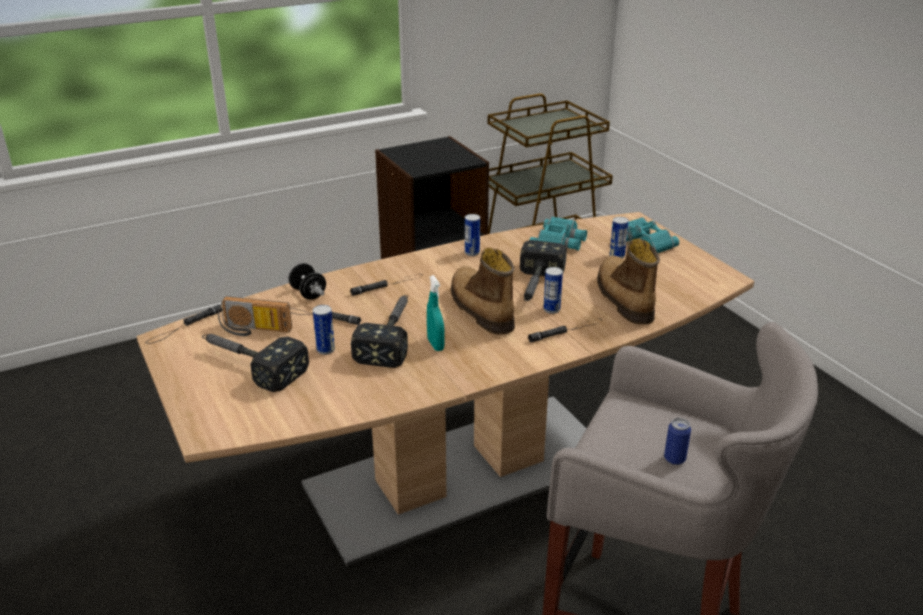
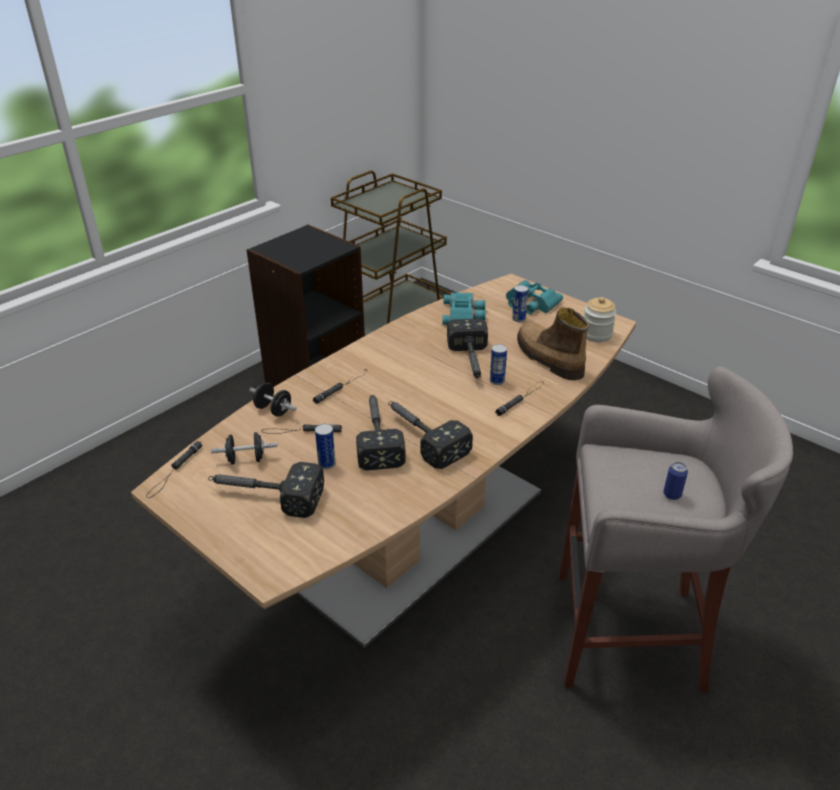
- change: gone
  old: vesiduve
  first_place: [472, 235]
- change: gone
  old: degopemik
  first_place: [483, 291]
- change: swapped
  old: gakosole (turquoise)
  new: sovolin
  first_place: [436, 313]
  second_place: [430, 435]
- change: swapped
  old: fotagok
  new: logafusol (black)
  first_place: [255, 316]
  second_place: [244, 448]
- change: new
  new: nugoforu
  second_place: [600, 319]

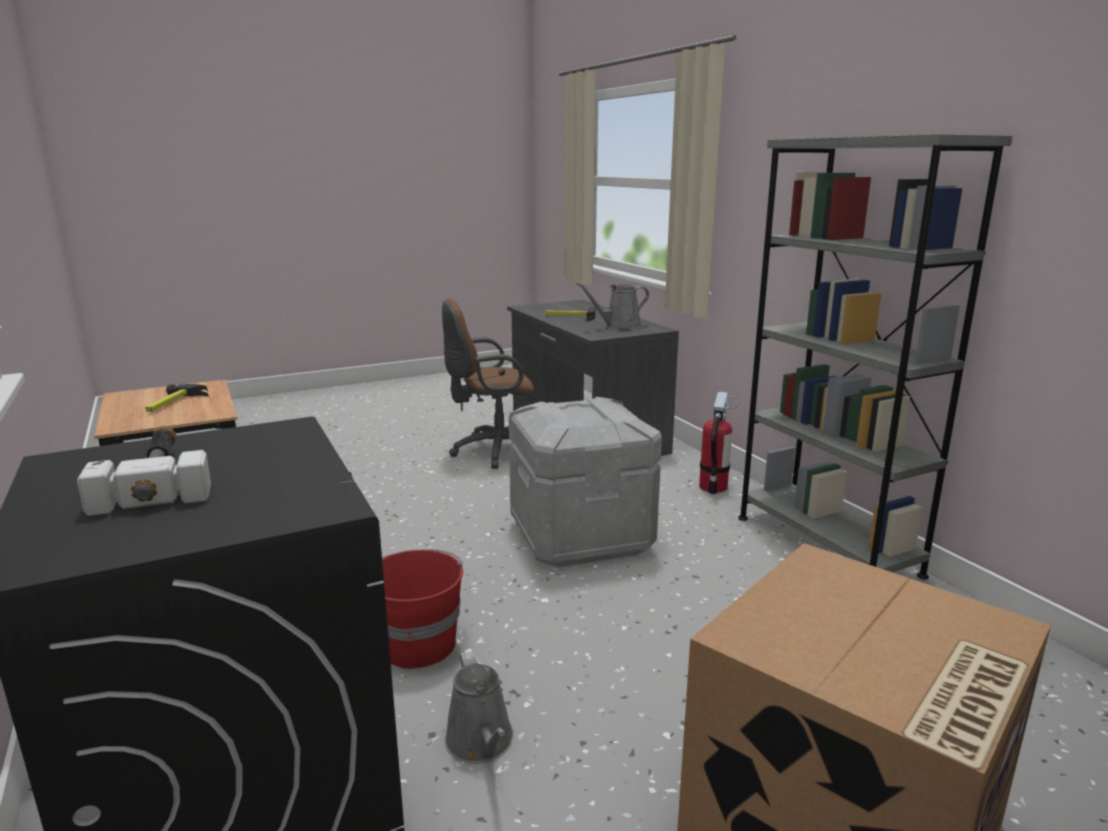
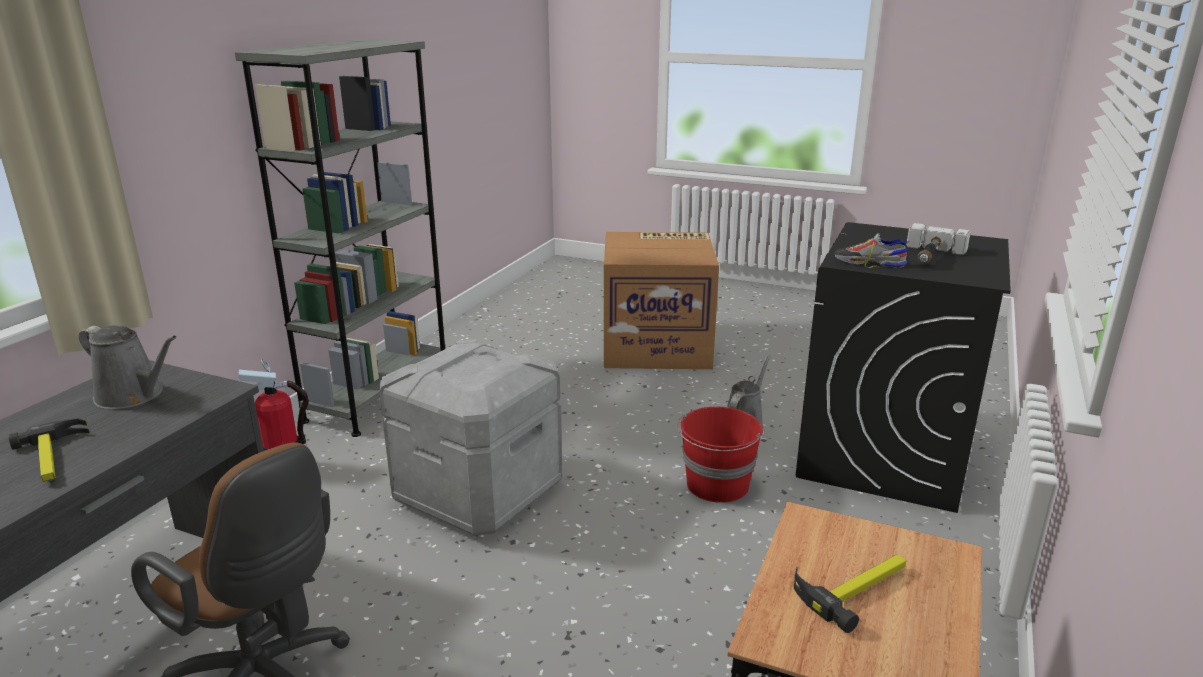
- change: new
  new: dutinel
  second_place: [872, 250]

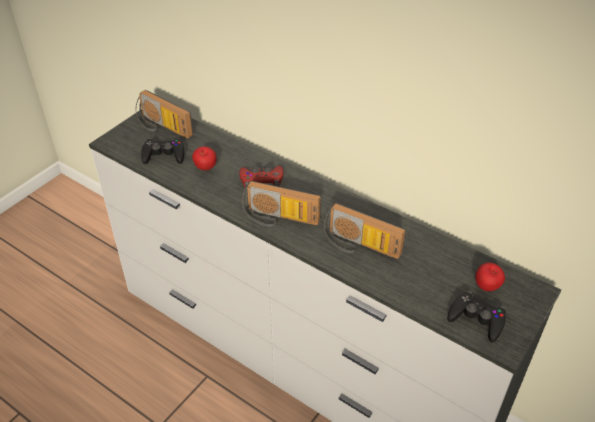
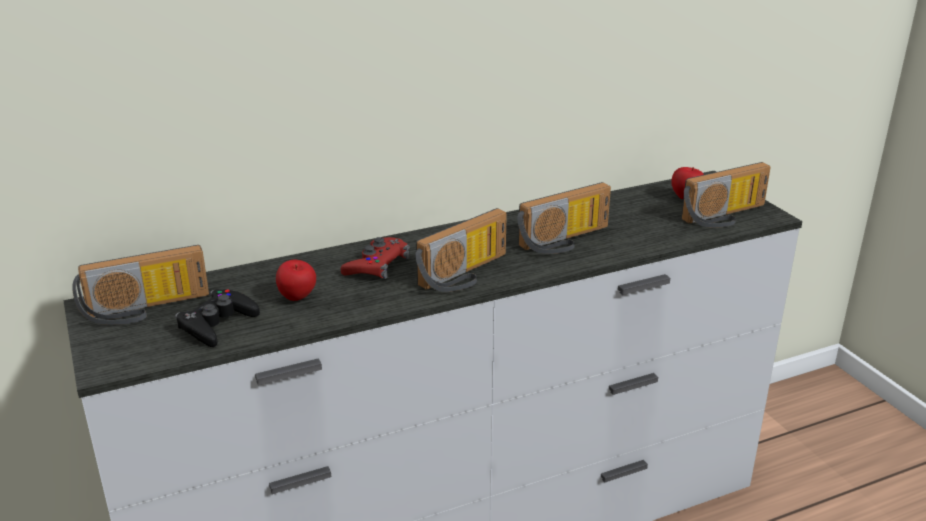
- change: swapped
  old: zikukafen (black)
  new: fotagok
  first_place: [476, 317]
  second_place: [726, 195]

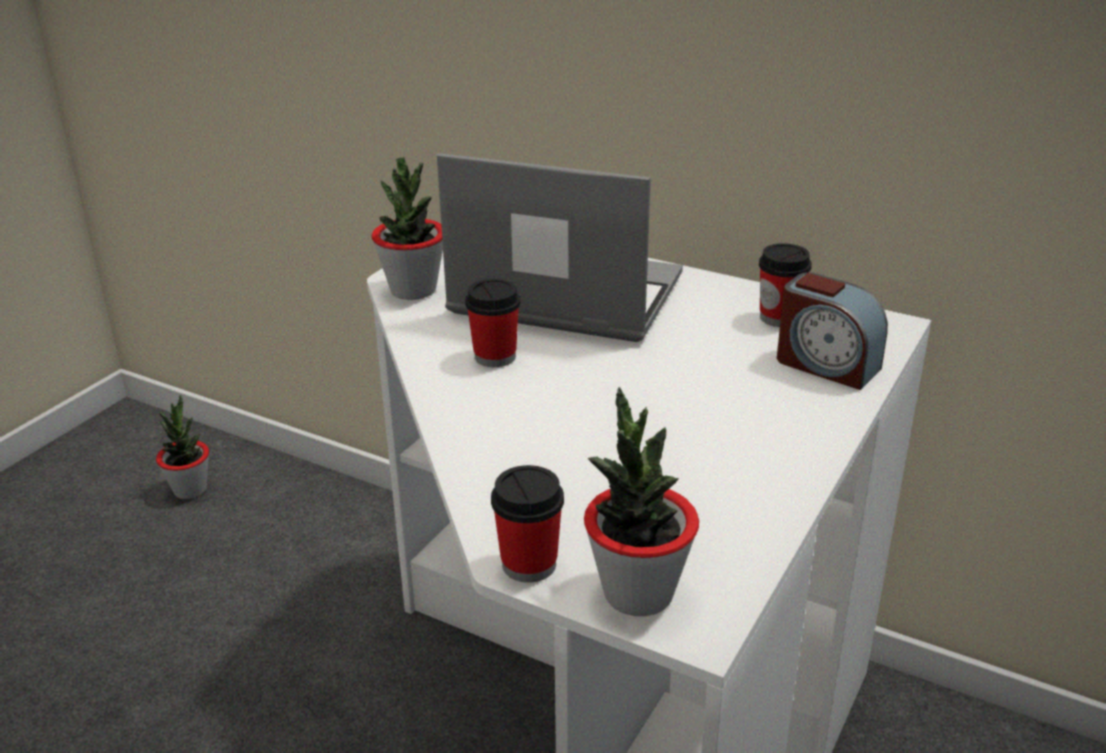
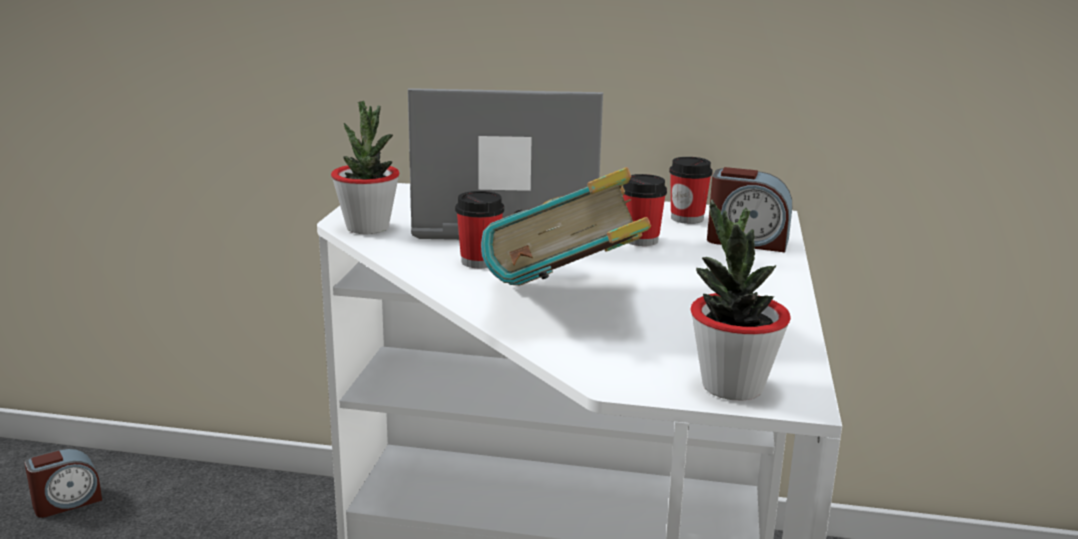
- change: swapped
  old: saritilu
  new: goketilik
  first_place: [182, 447]
  second_place: [63, 483]
- change: shifted
  old: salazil
  first_place: [527, 524]
  second_place: [645, 210]
- change: new
  new: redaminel
  second_place: [566, 226]

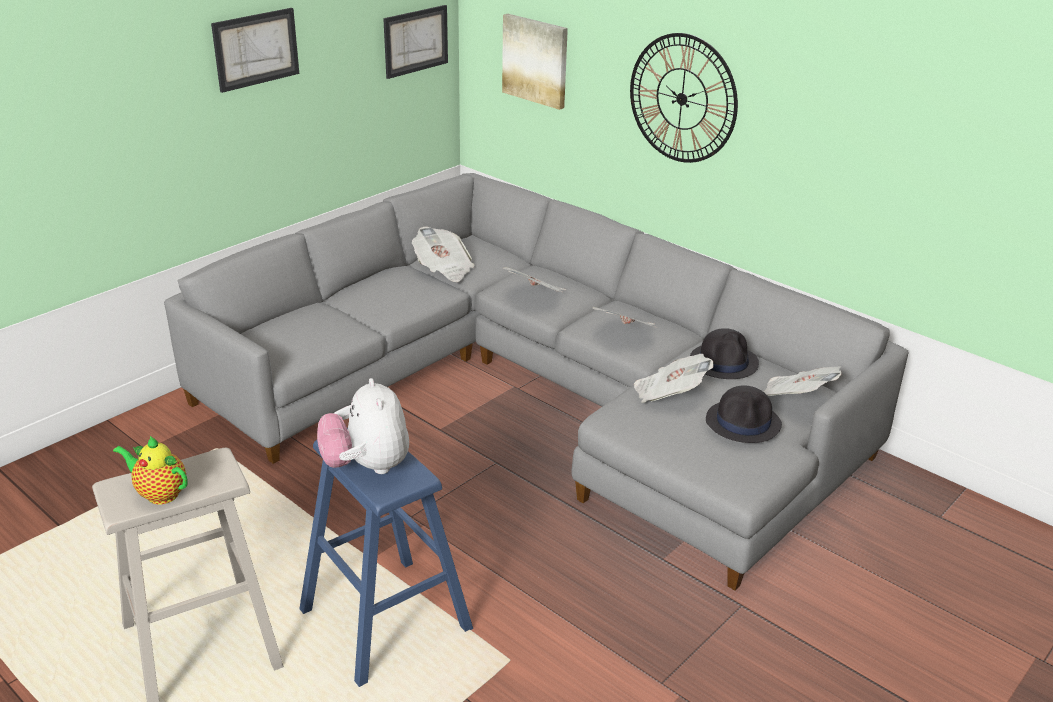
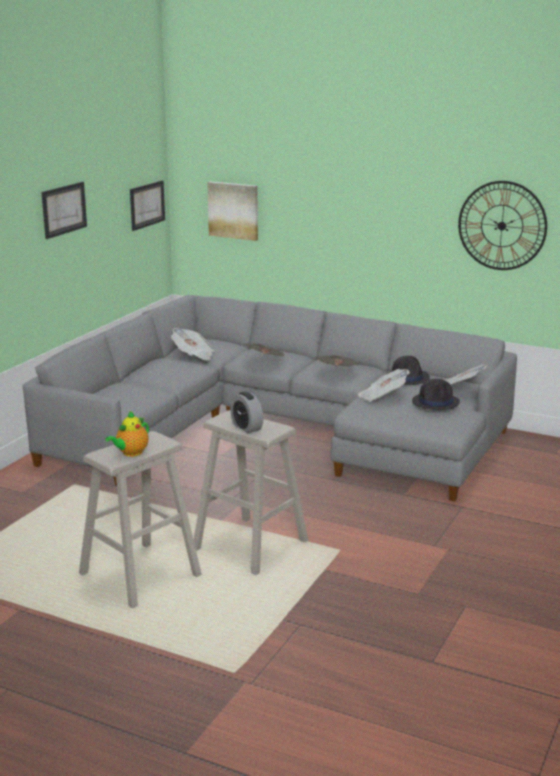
- change: shifted
  old: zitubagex
  first_place: [684, 98]
  second_place: [502, 225]
- change: swapped
  old: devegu
  new: goketilik
  first_place: [363, 426]
  second_place: [246, 412]
- change: repainted
  old: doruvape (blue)
  new: doruvape (beige)
  first_place: [386, 557]
  second_place: [251, 492]
- change: rotated
  old: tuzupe
  first_place: [150, 470]
  second_place: [127, 434]
  degrees: -60

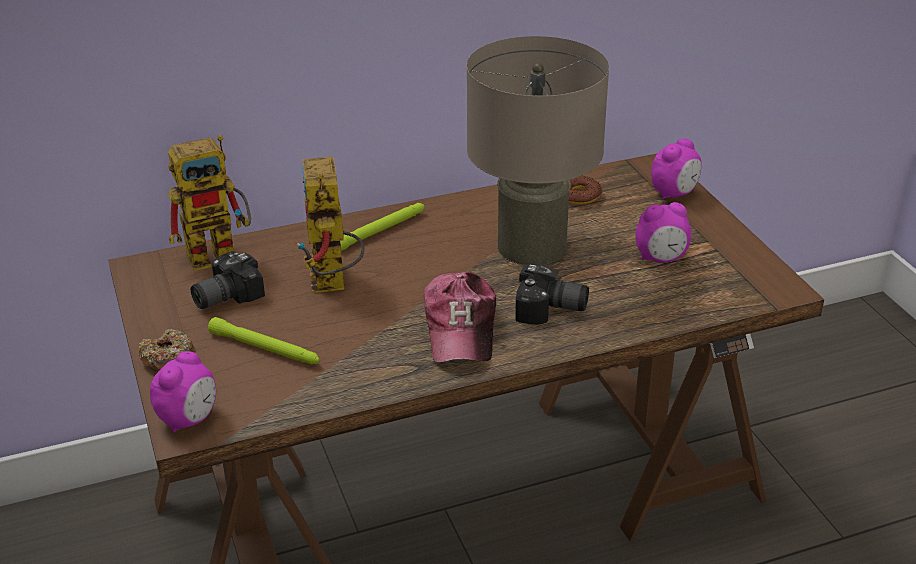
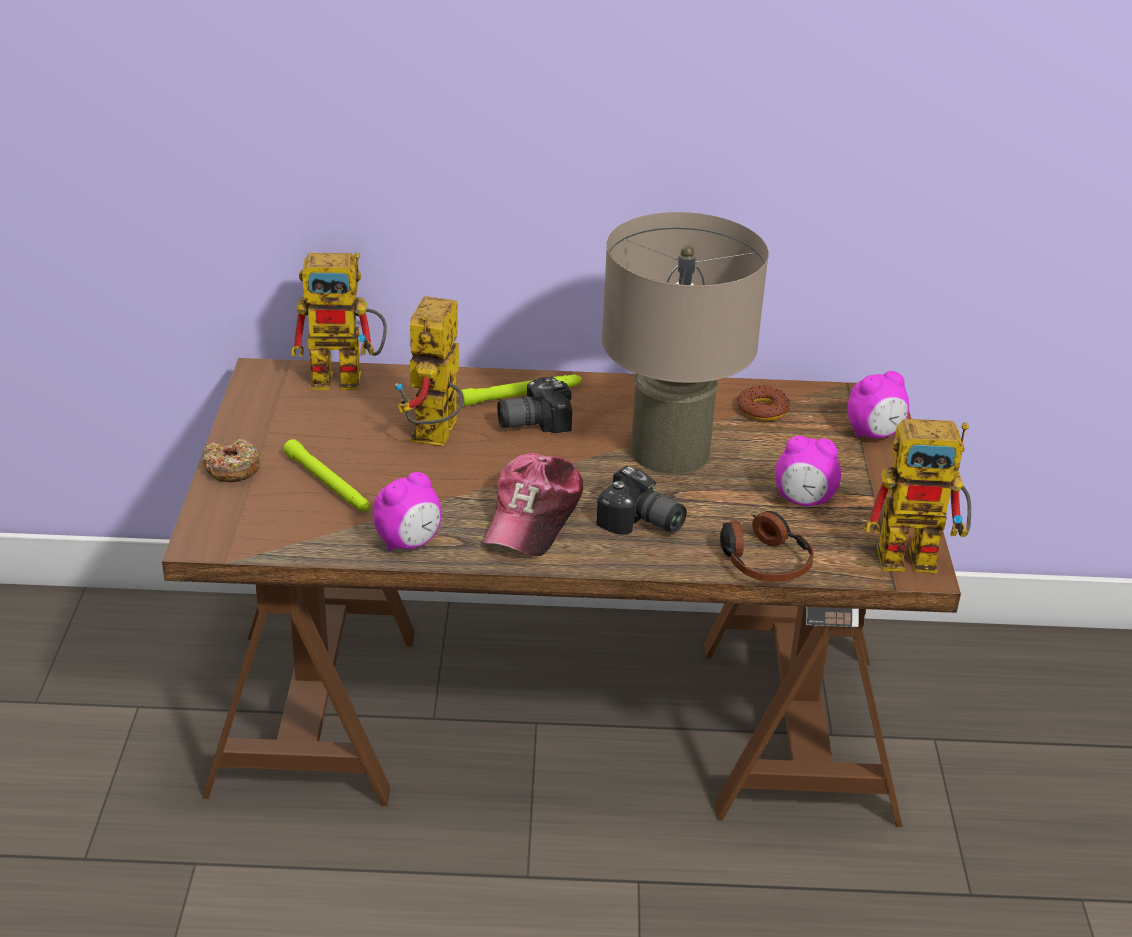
- change: shifted
  old: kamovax
  first_place: [228, 280]
  second_place: [534, 405]
- change: shifted
  old: goketilik
  first_place: [183, 392]
  second_place: [408, 511]
- change: new
  new: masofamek
  second_place: [917, 496]
- change: new
  new: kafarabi
  second_place: [767, 546]

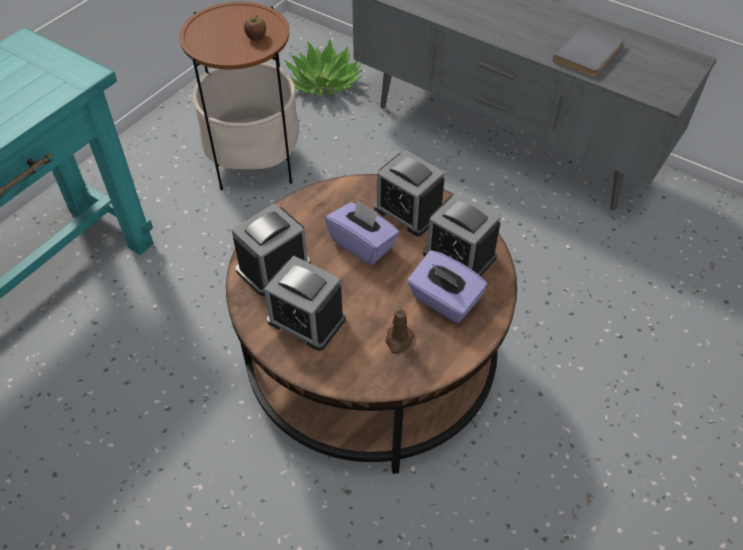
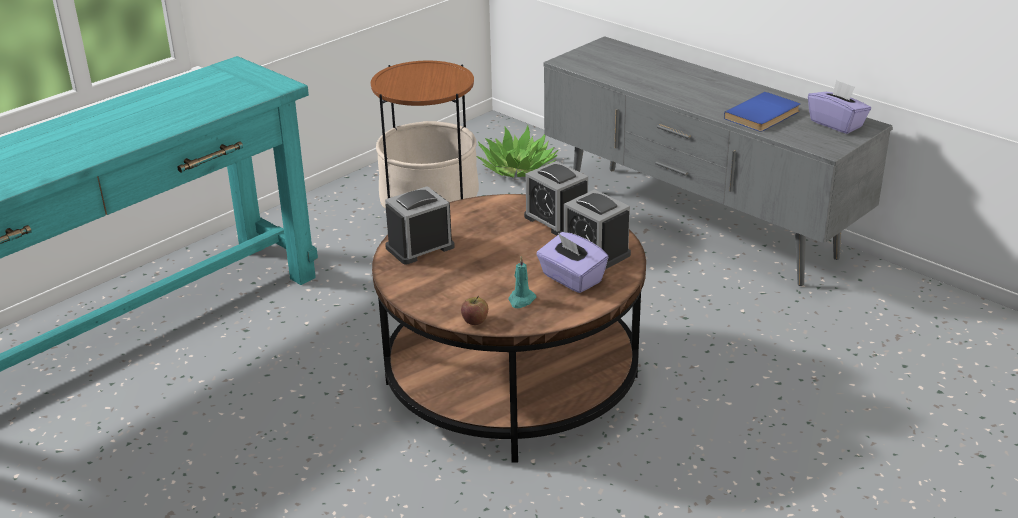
- change: shifted
  old: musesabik
  first_place: [255, 28]
  second_place: [474, 310]
- change: repainted
  old: redaminel (grey)
  new: redaminel (blue)
  first_place: [589, 50]
  second_place: [762, 112]
- change: shifted
  old: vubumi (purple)
  first_place: [362, 232]
  second_place: [839, 107]
- change: gone
  old: goketilik
  first_place: [305, 303]
- change: repainted
  old: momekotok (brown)
  new: momekotok (turquoise)
  first_place: [400, 330]
  second_place: [522, 282]

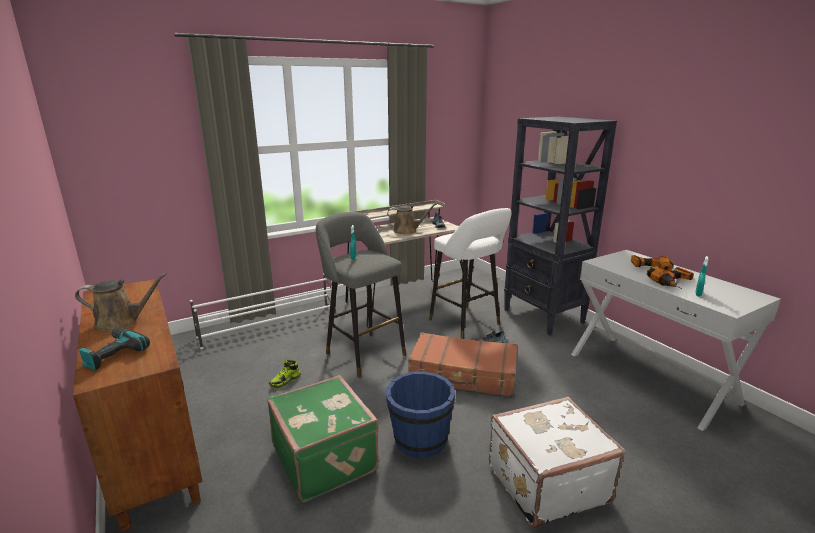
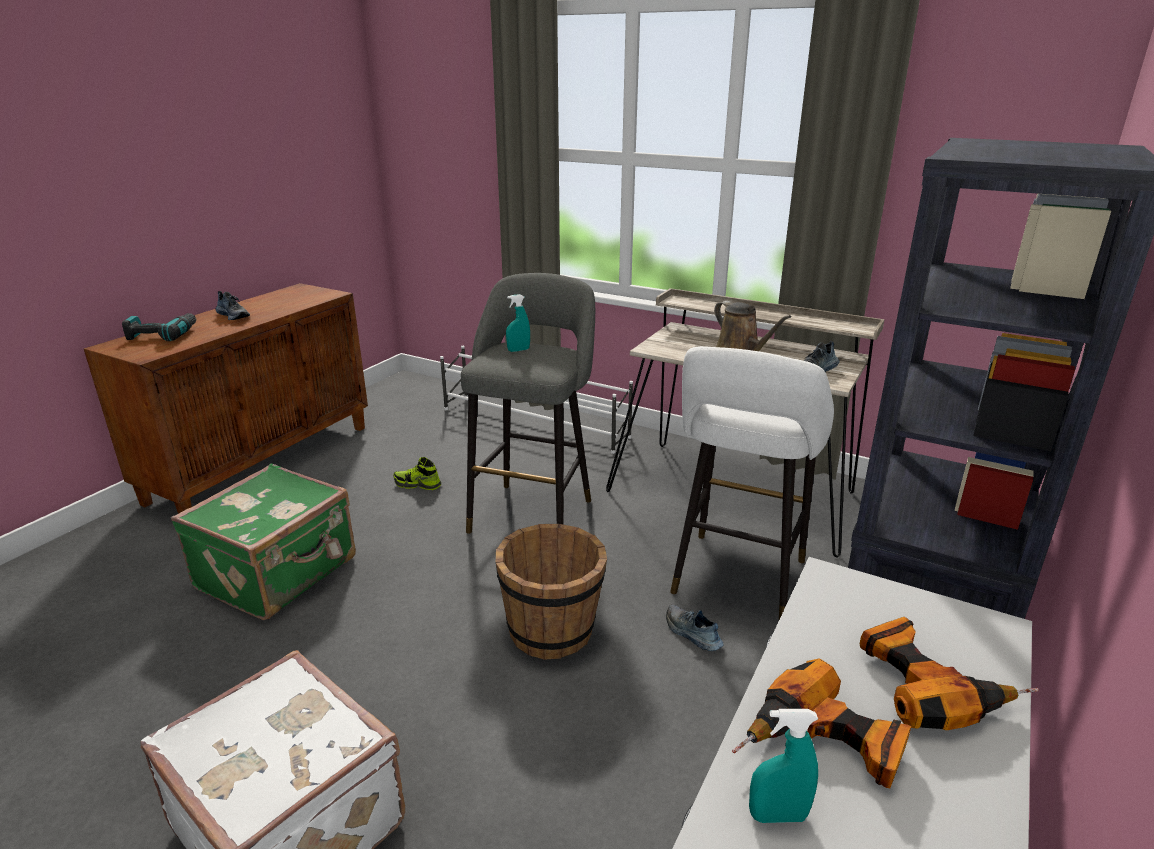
- change: swapped
  old: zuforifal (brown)
  new: dutinel
  first_place: [121, 302]
  second_place: [232, 305]
- change: swapped
  old: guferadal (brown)
  new: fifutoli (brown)
  first_place: [462, 364]
  second_place: [551, 592]
- change: gone
  old: fifutoli (blue)
  first_place: [420, 414]

